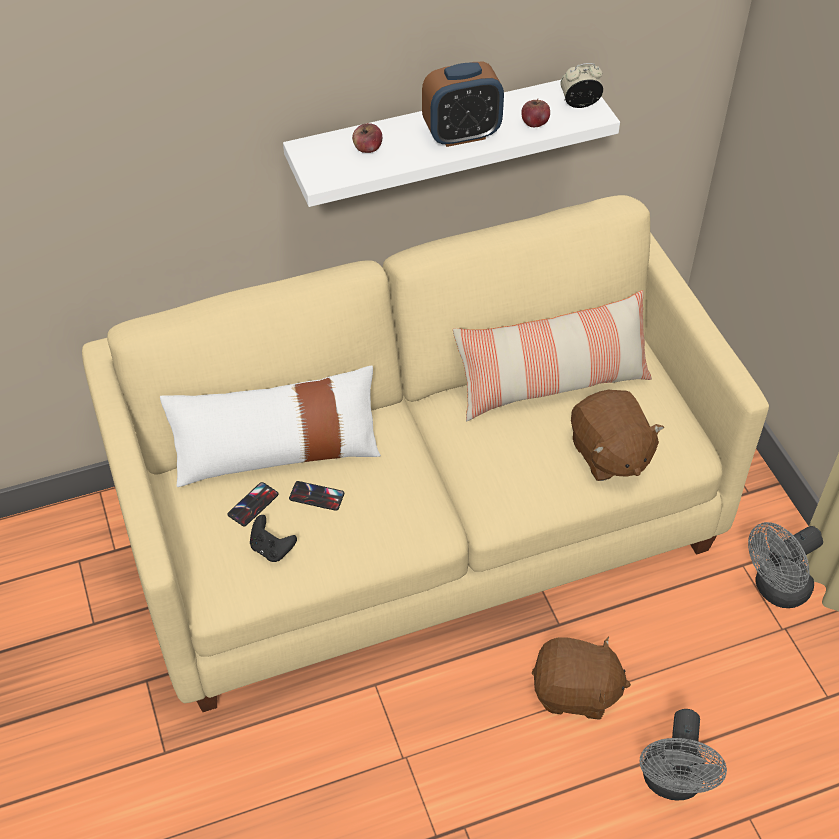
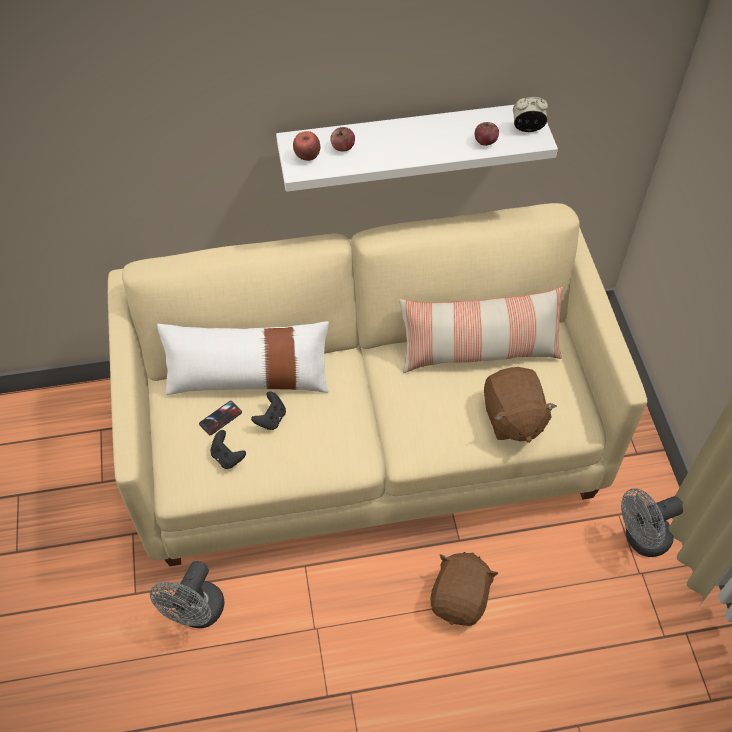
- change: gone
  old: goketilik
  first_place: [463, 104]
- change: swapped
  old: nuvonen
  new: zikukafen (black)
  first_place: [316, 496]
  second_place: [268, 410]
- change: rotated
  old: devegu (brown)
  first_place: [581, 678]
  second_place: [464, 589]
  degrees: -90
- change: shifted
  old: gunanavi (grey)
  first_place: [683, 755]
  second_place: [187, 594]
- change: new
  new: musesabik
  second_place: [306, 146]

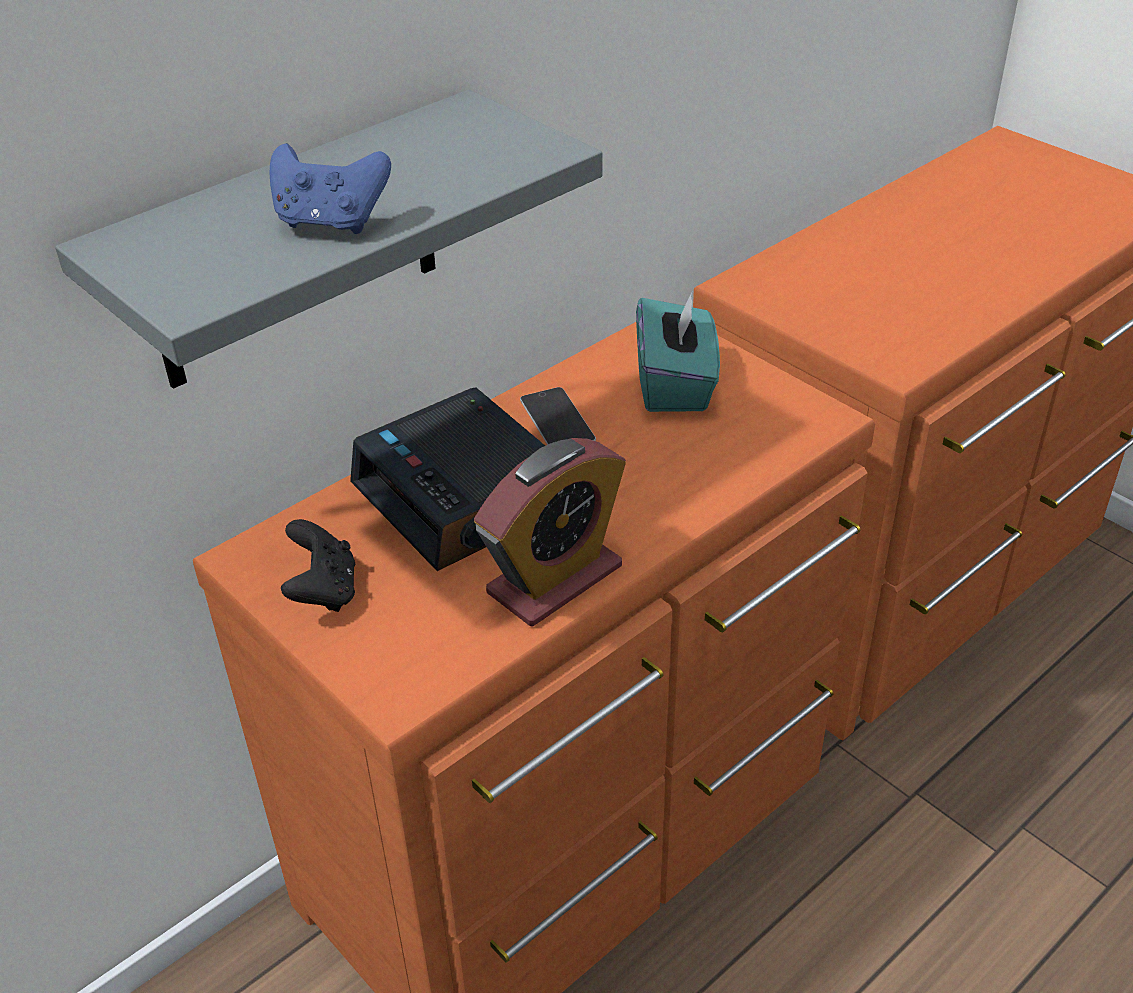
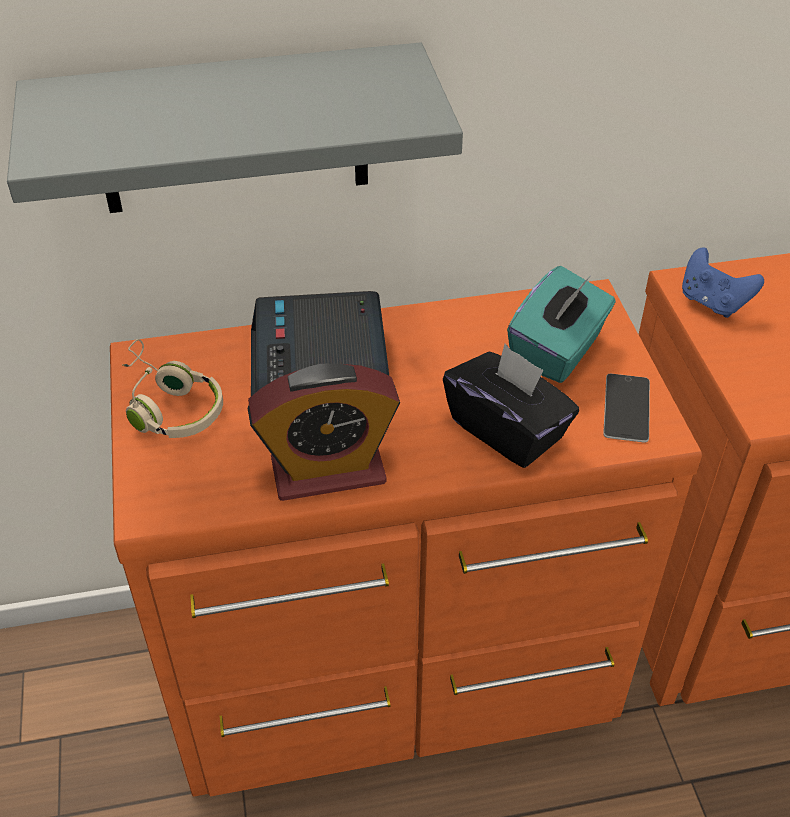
- change: shifted
  old: zikukafen (blue)
  first_place: [330, 188]
  second_place: [723, 283]
- change: shifted
  old: nuvonen
  first_place: [558, 416]
  second_place: [626, 408]
- change: swapped
  old: zikukafen (black)
  new: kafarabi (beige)
  first_place: [318, 565]
  second_place: [172, 388]
- change: new
  new: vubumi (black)
  second_place: [511, 406]

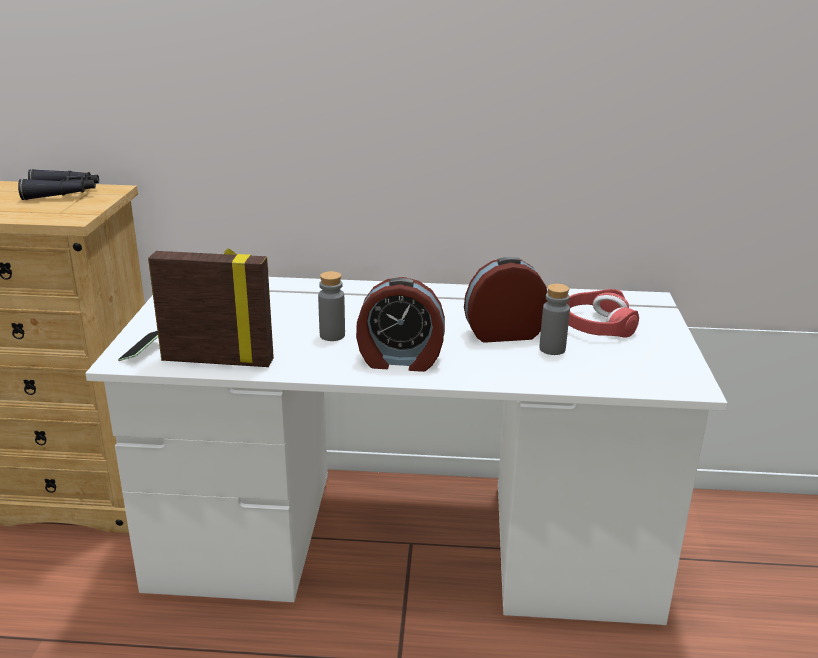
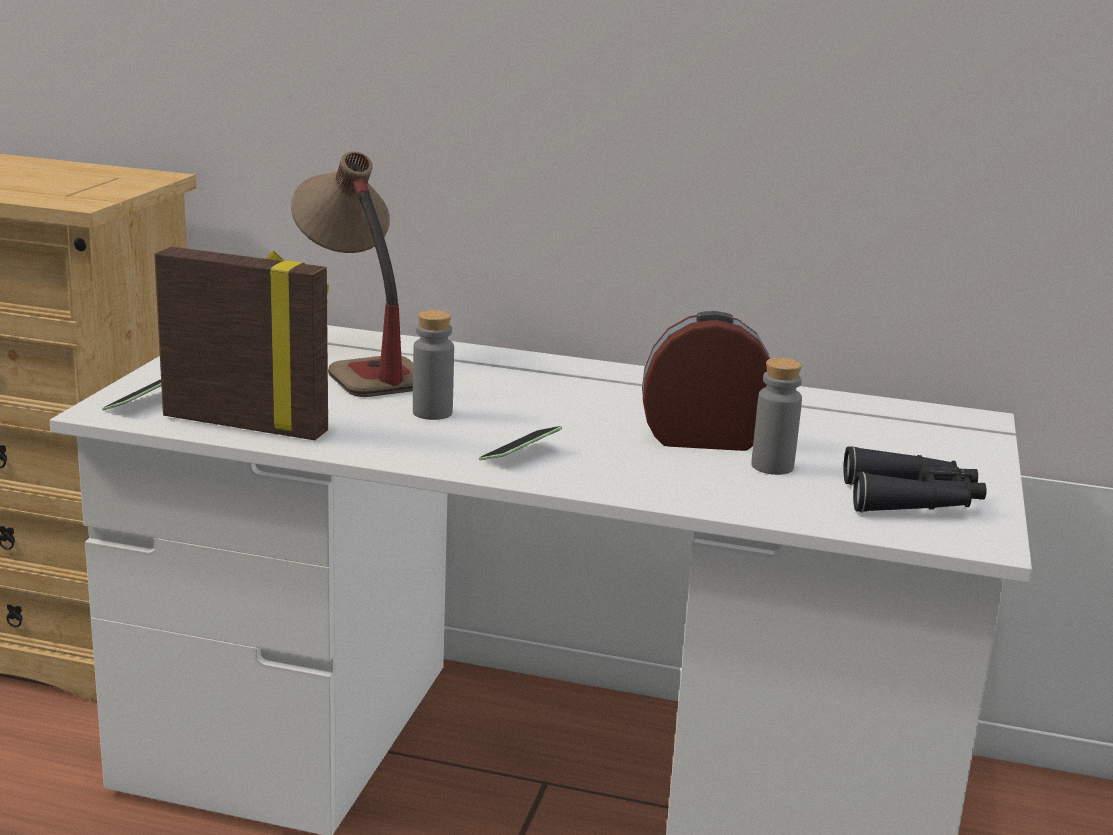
- change: shifted
  old: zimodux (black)
  first_place: [58, 184]
  second_place: [915, 479]
- change: swapped
  old: goketilik
  new: nuvonen
  first_place: [400, 324]
  second_place: [520, 443]
- change: gone
  old: kafarabi (red)
  first_place: [603, 313]
- change: new
  new: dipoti
  second_place: [352, 274]

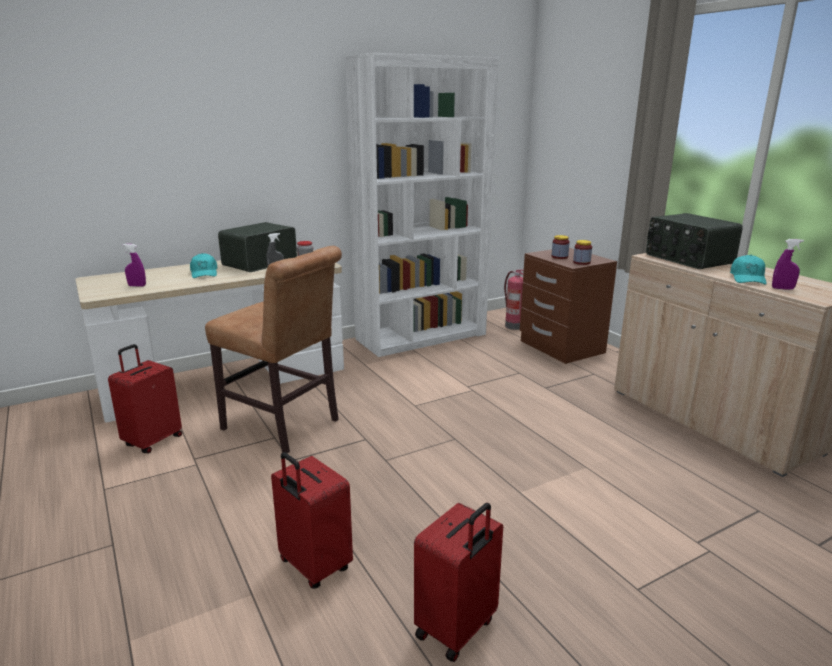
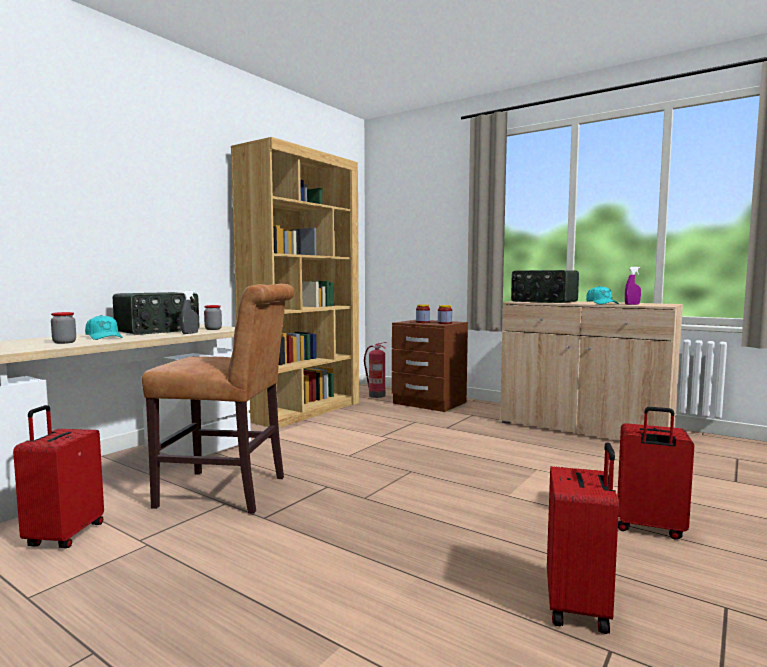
- change: repainted
  old: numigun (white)
  new: numigun (brown)
  first_place: [422, 205]
  second_place: [295, 282]
- change: rotated
  old: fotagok
  first_place: [257, 247]
  second_place: [156, 313]
  degrees: -150
- change: gone
  old: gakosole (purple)
  first_place: [134, 265]
- change: shifted
  old: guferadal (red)
  first_place: [312, 520]
  second_place: [655, 473]
- change: new
  new: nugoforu
  second_place: [63, 328]

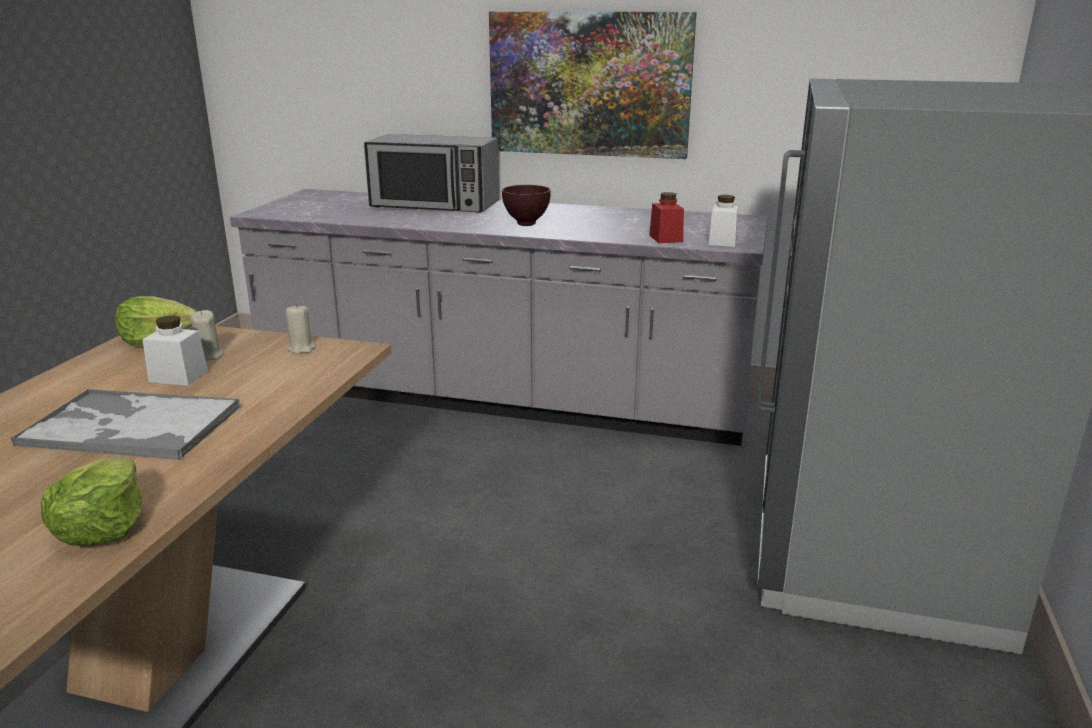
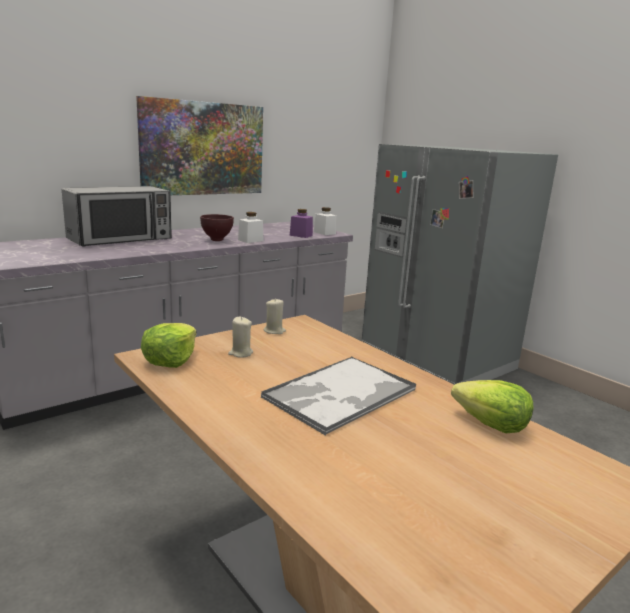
- change: repainted
  old: nugoforu (red)
  new: nugoforu (purple)
  first_place: [666, 217]
  second_place: [301, 223]
- change: shifted
  old: nugoforu (white)
  first_place: [175, 350]
  second_place: [251, 227]

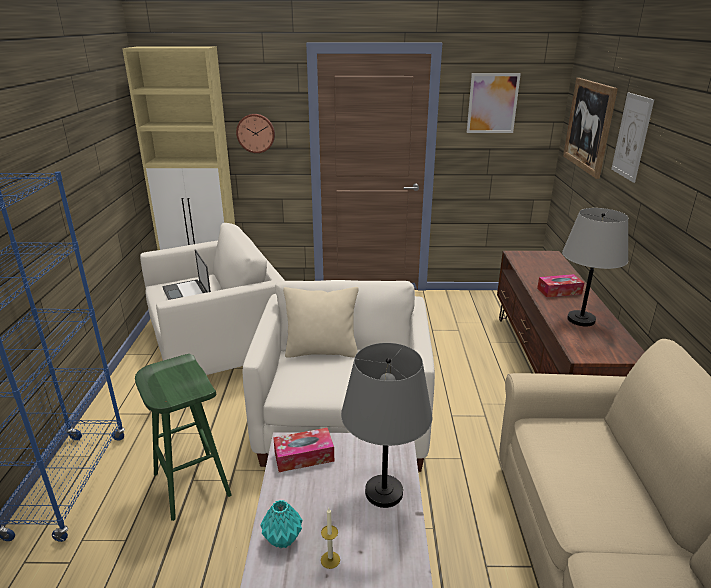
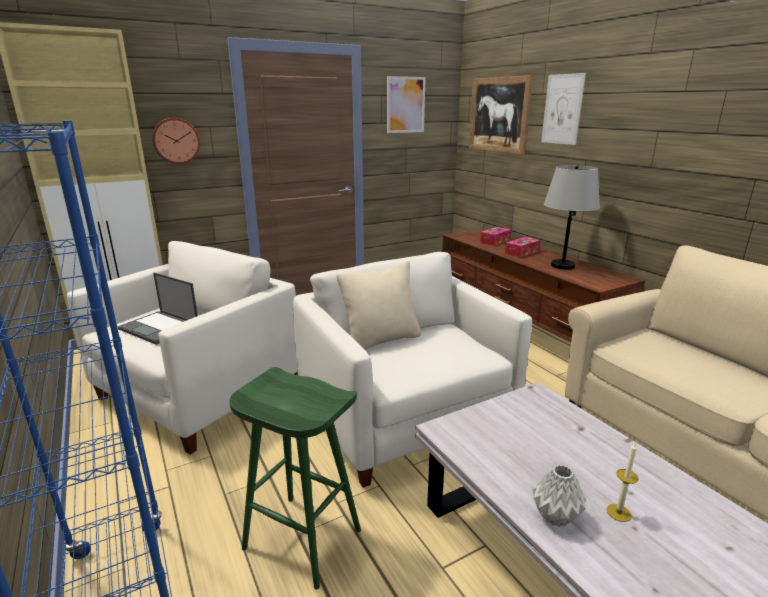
- change: gone
  old: dipoti (grey)
  first_place: [386, 425]
- change: shifted
  old: vubumi
  first_place: [303, 450]
  second_place: [495, 236]
- change: repainted
  old: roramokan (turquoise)
  new: roramokan (grey)
  first_place: [281, 524]
  second_place: [559, 496]

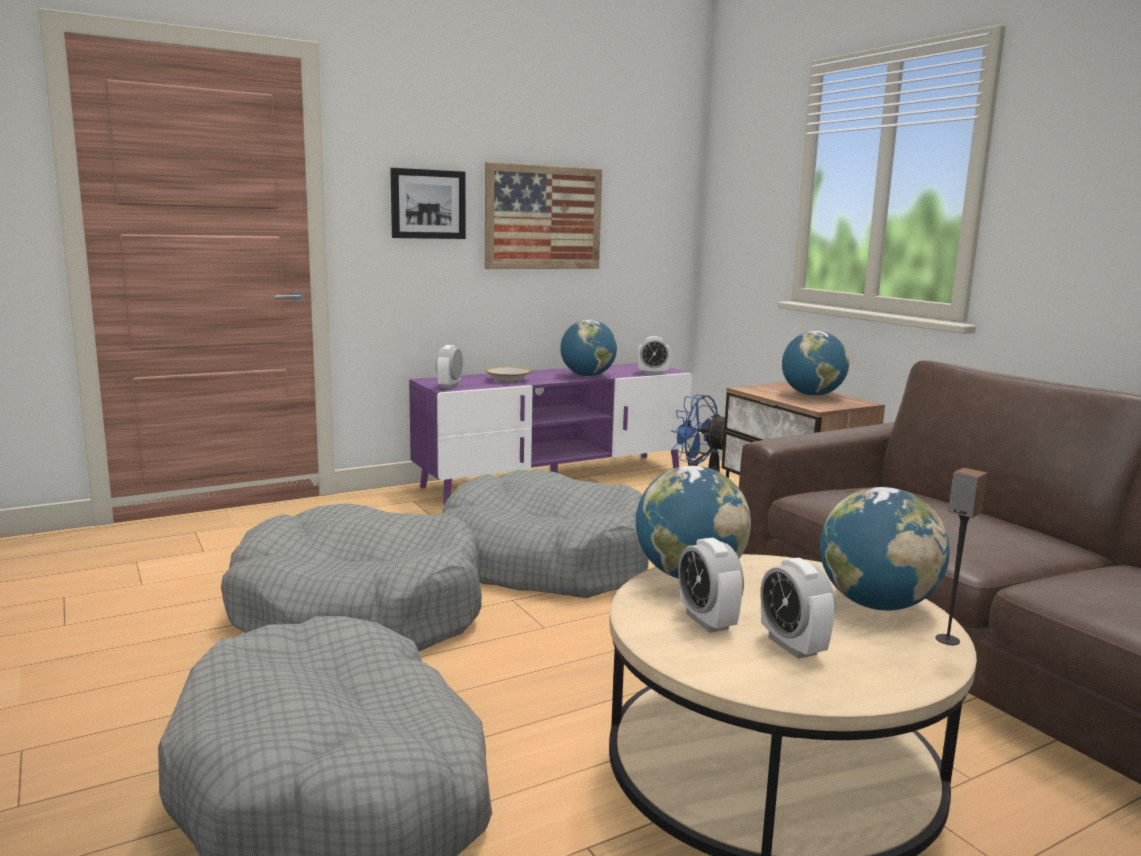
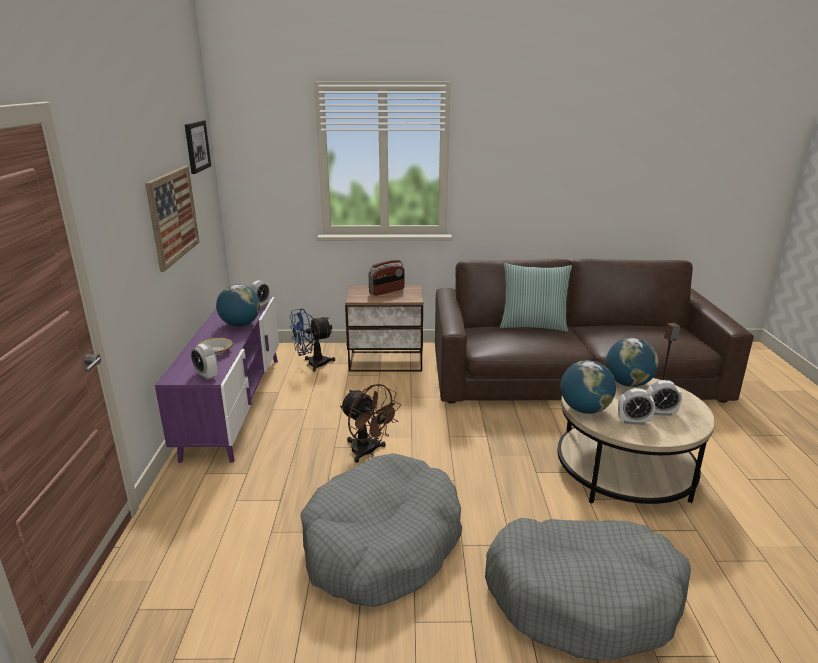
- change: shifted
  old: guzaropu
  first_place: [428, 203]
  second_place: [198, 147]
- change: swapped
  old: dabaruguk
  new: fotagok
  first_place: [815, 363]
  second_place: [386, 278]
- change: swapped
  old: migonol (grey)
  new: gunanavi (brown)
  first_place: [545, 534]
  second_place: [370, 423]
- change: new
  new: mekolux
  second_place: [536, 297]

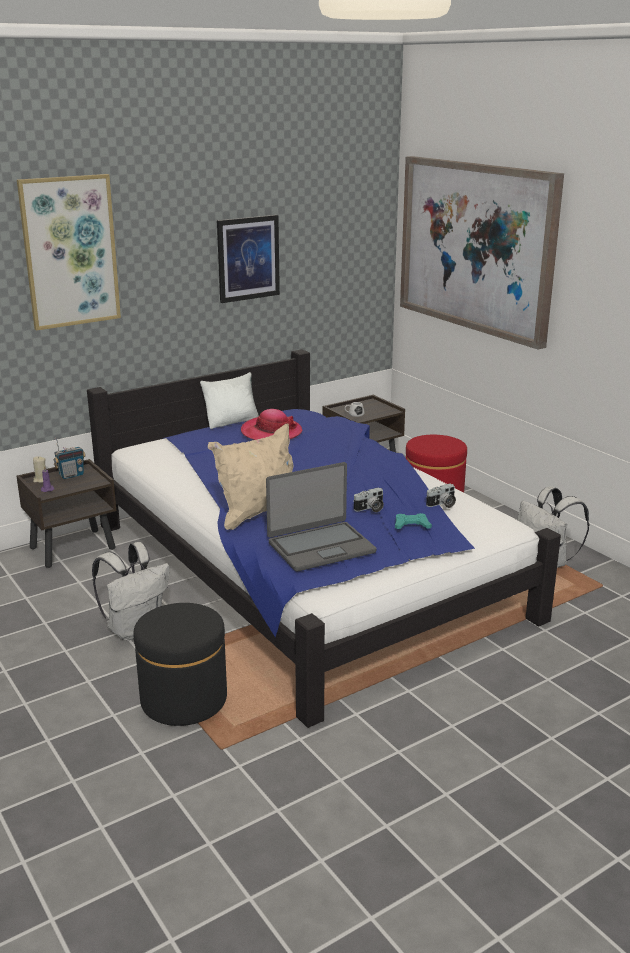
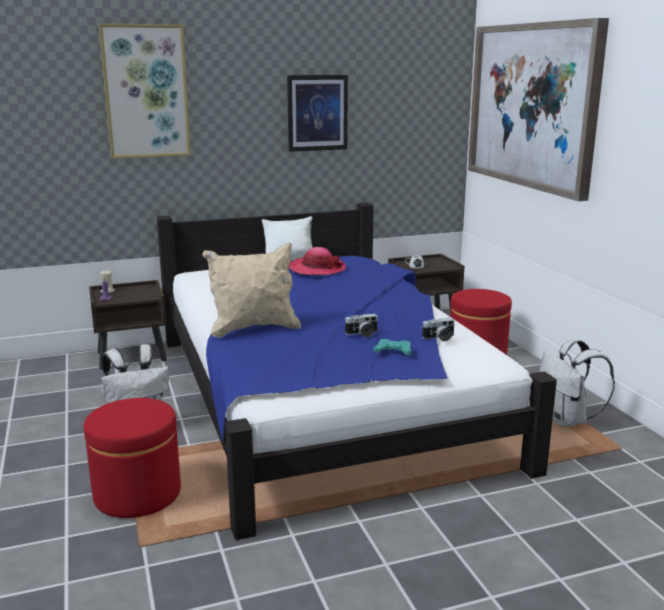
- change: gone
  old: fotagok
  first_place: [70, 458]
- change: gone
  old: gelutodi
  first_place: [321, 517]
- change: repainted
  old: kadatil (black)
  new: kadatil (red)
  first_place: [180, 664]
  second_place: [132, 458]

